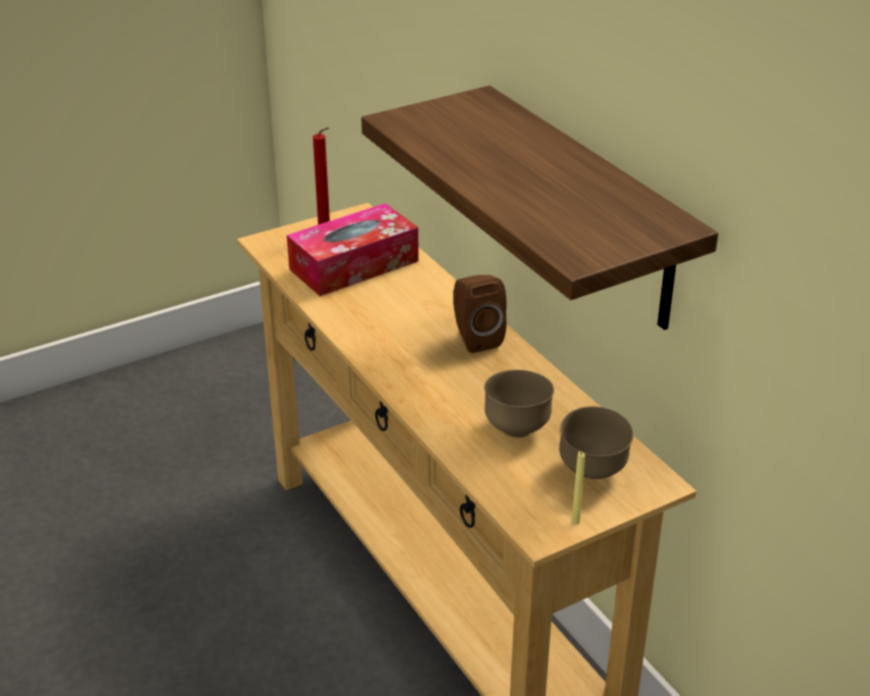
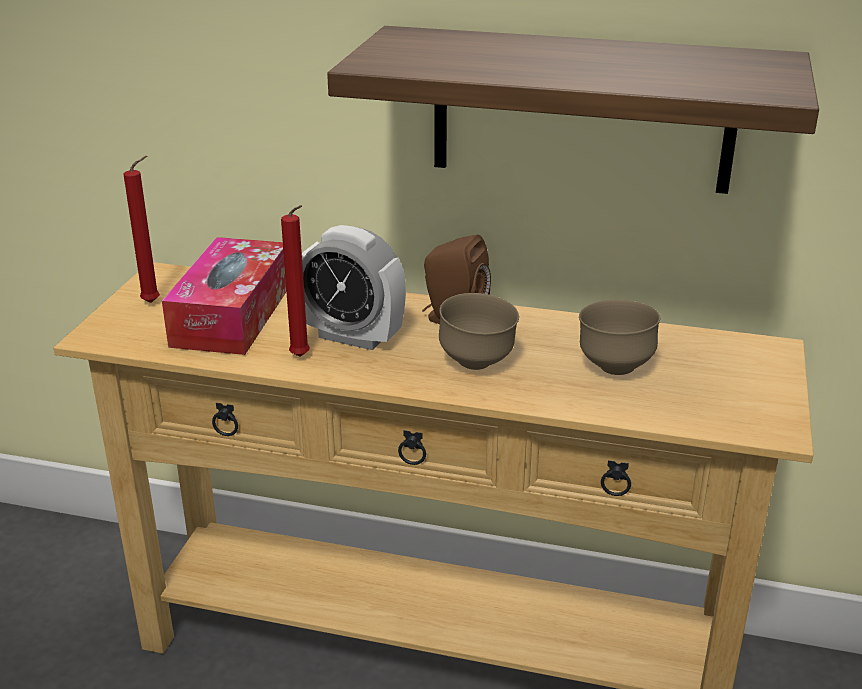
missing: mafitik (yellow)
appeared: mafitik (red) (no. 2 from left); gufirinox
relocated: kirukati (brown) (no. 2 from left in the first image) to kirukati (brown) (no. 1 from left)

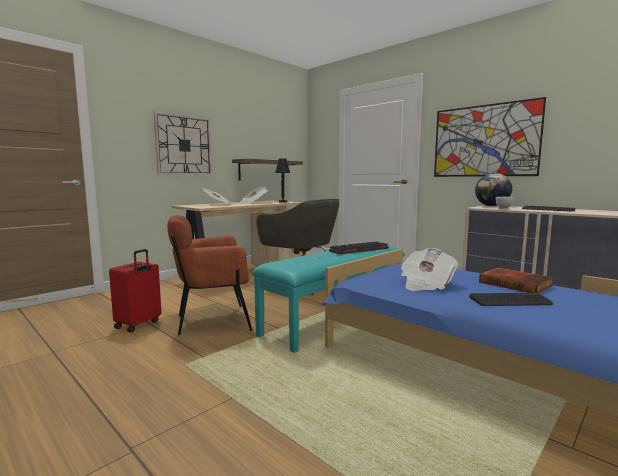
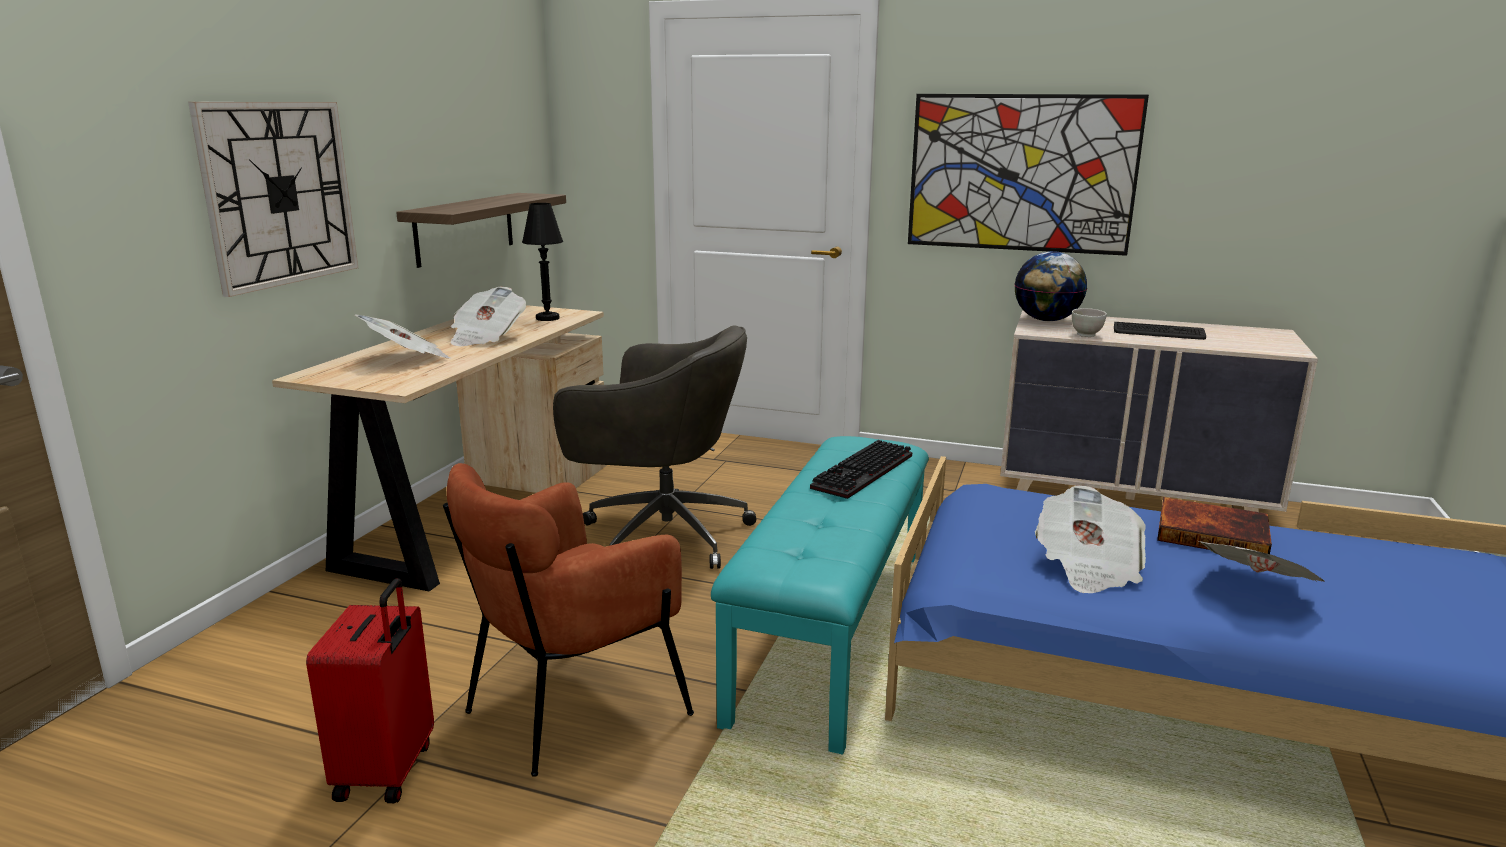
exchanged: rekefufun (no. 2 from left) to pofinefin (no. 4 from left)

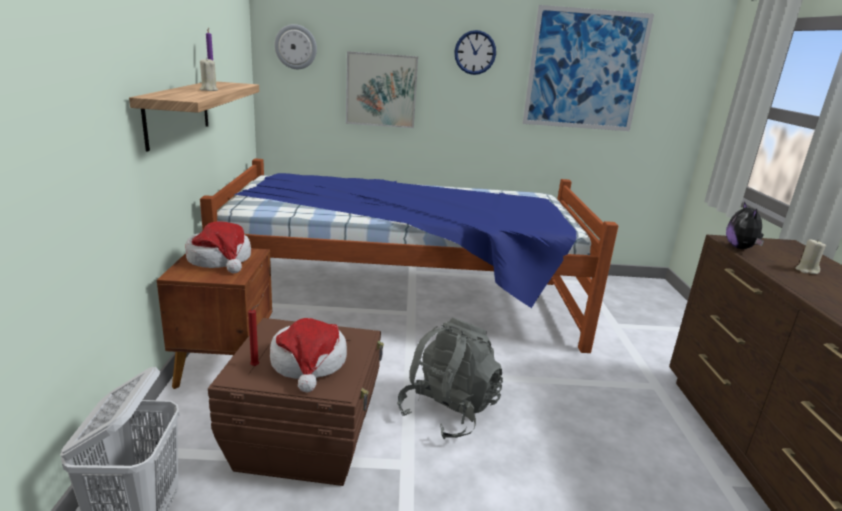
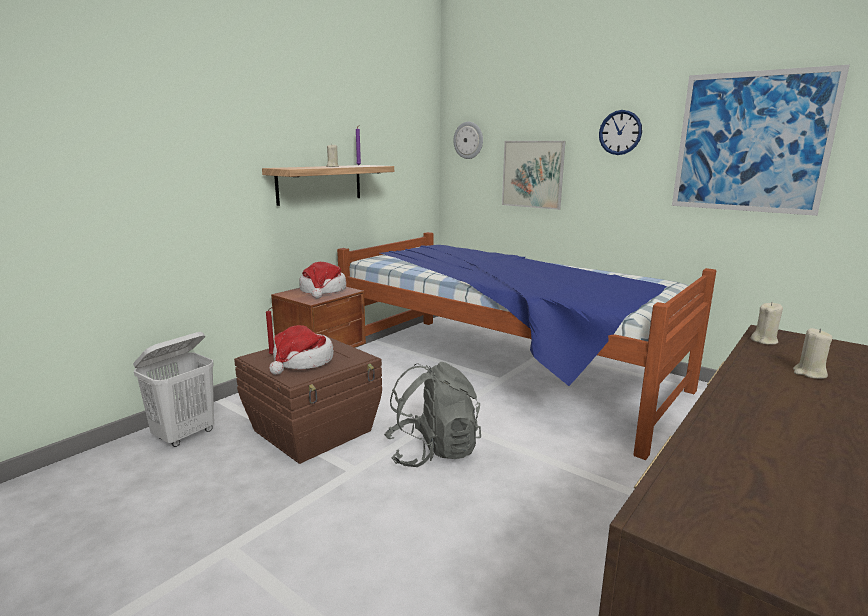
exchanged: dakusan to mafitik (beige) (no. 2 from left)

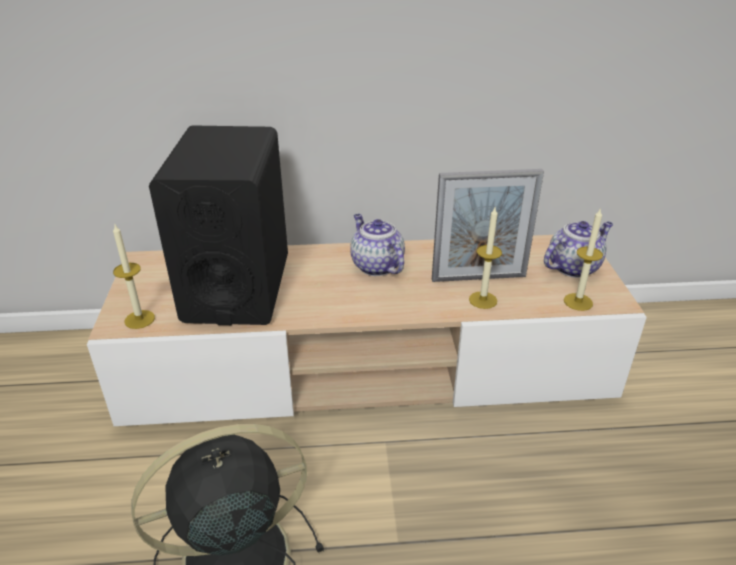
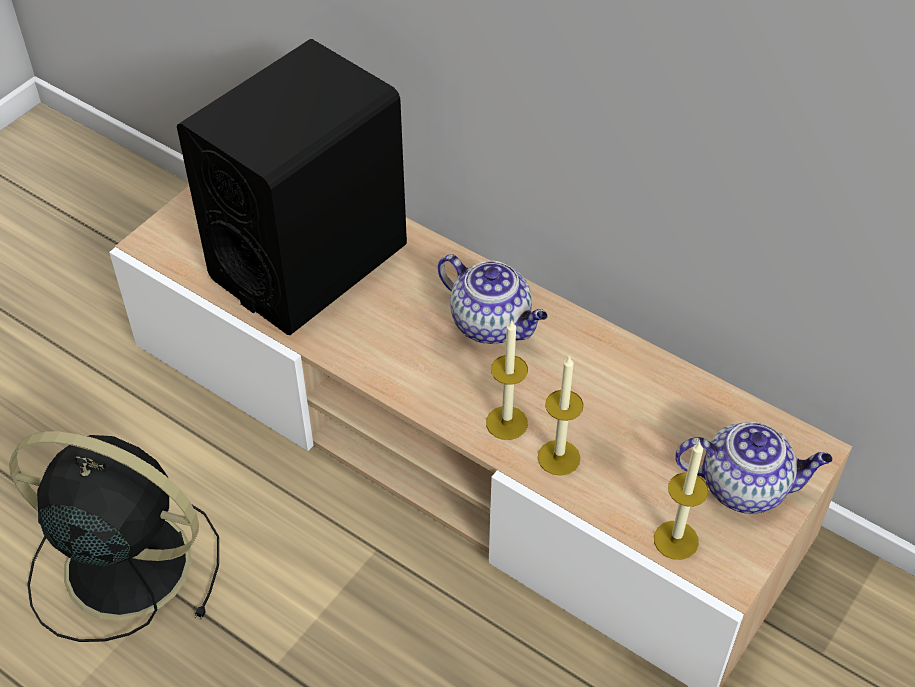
missing: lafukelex
relocated: mafitik (no. 1 from left)
spun: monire (no. 1 from left) 120 degrees clockwise

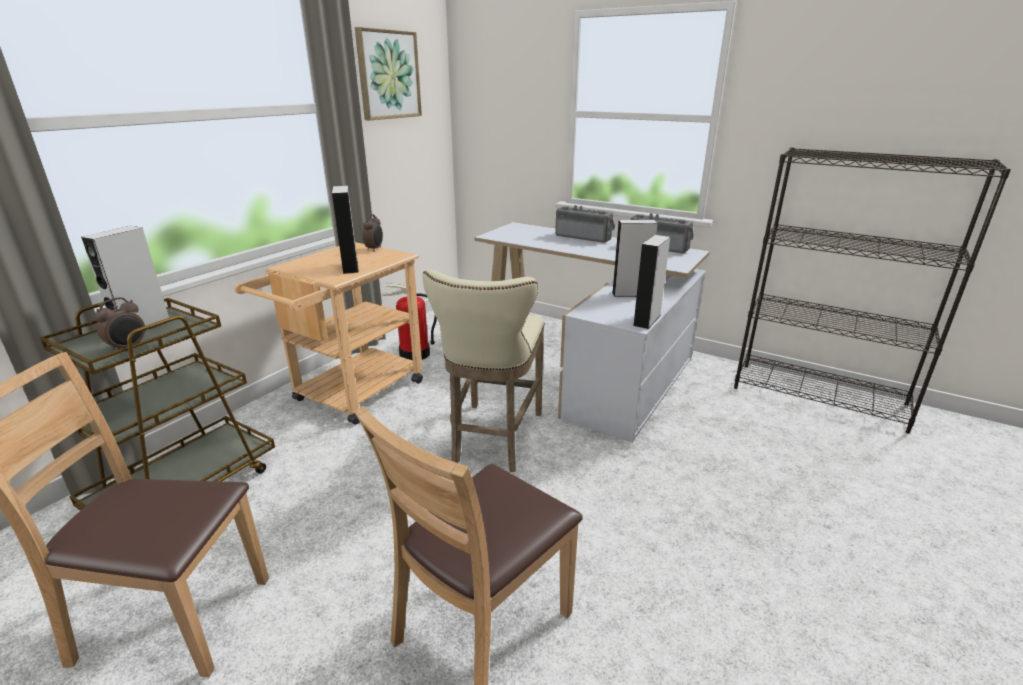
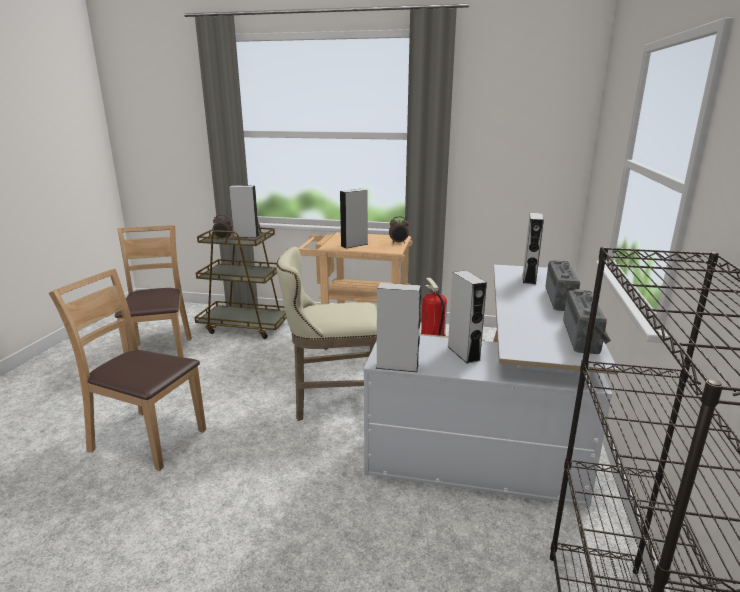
missing: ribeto
appeared: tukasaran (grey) (no. 5 from left)

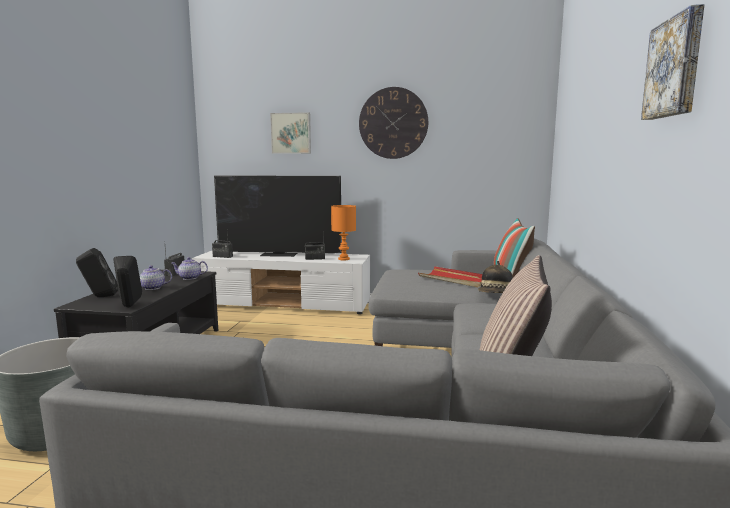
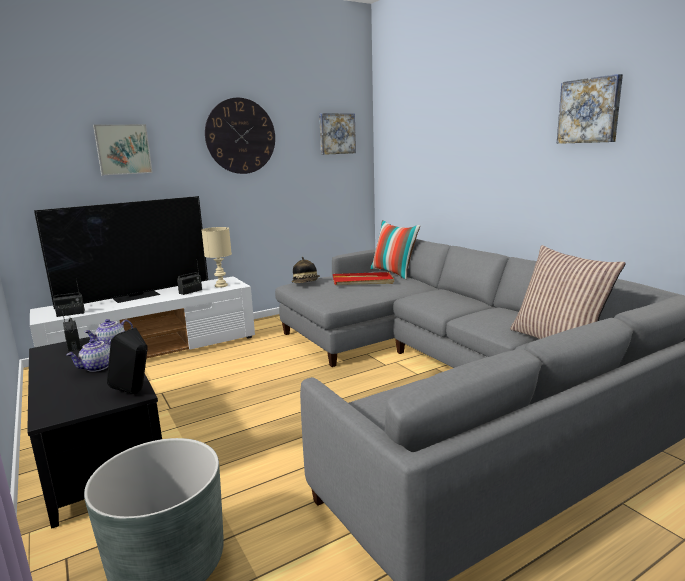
missing: tukasaran (black) (no. 1 from left)
appeared: ribeto (no. 2 from left)
relocated: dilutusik
colour: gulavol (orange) to gulavol (beige)

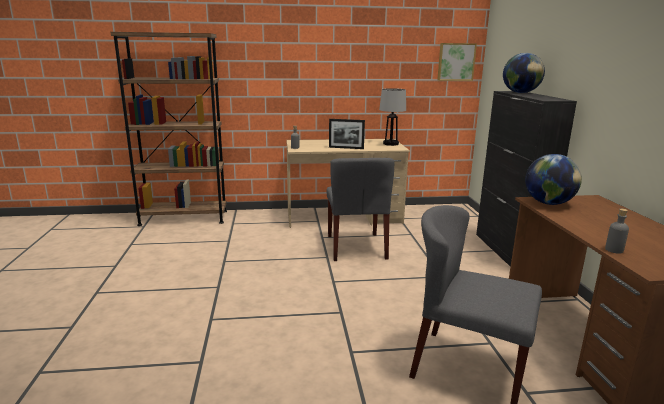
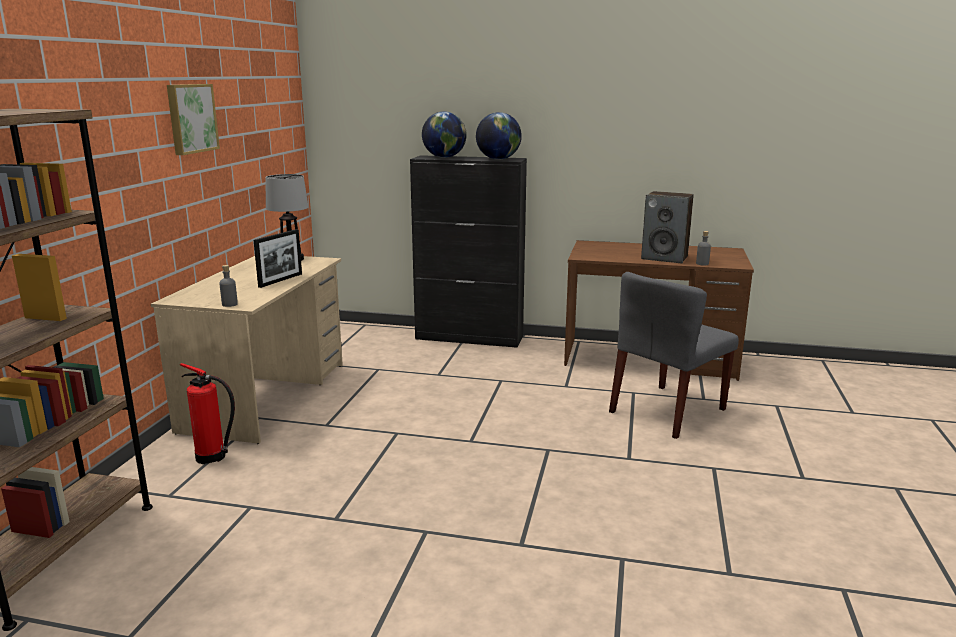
missing: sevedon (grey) (no. 1 from left)
appeared: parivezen; tukasaran
relocated: ribeto; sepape (no. 2 from left)

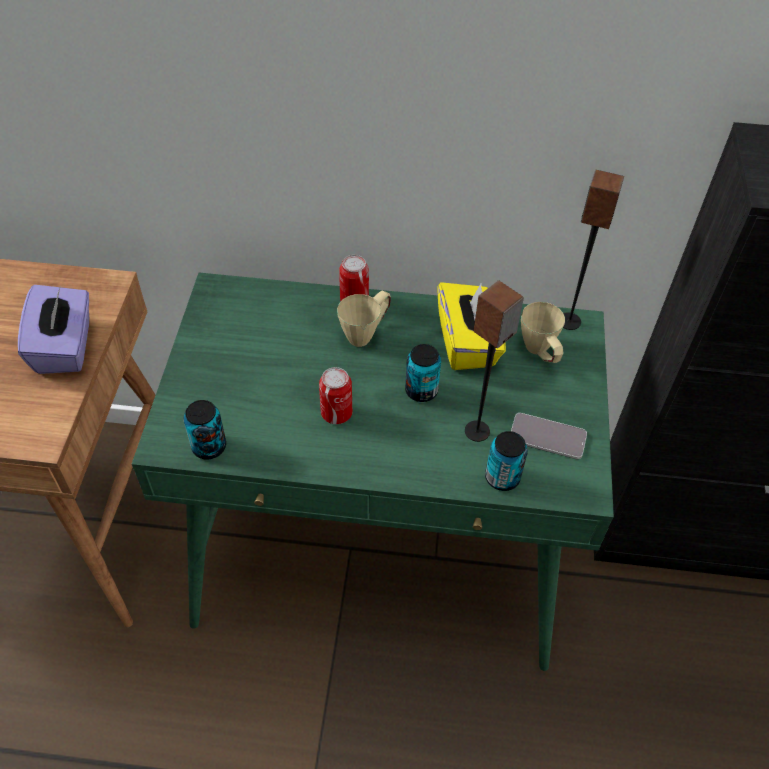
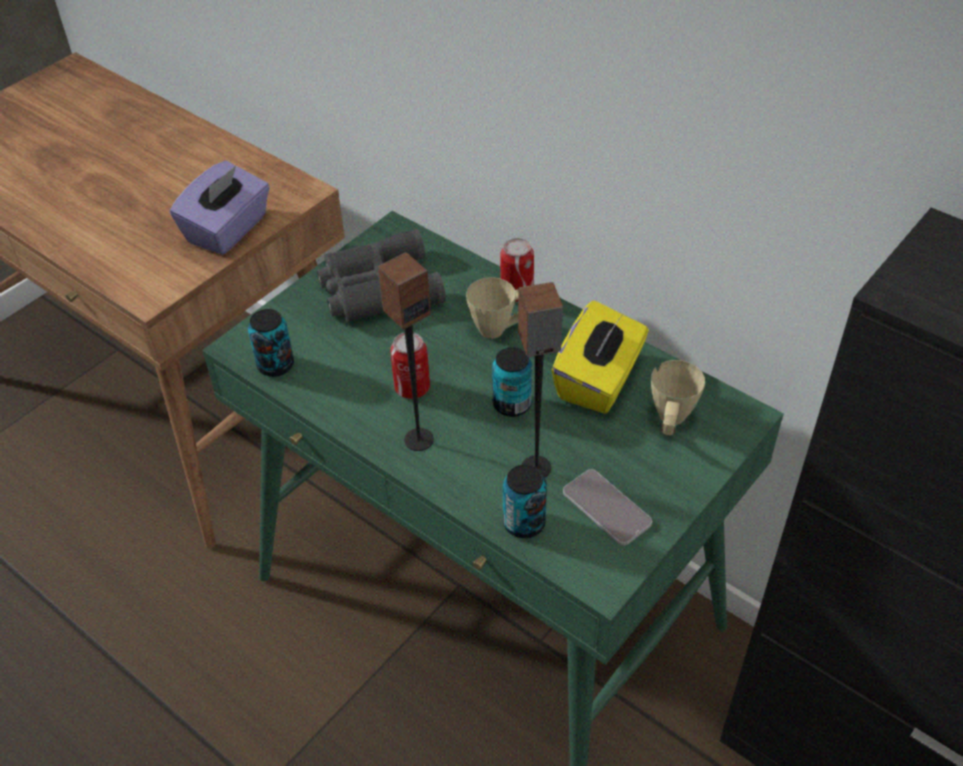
appeared: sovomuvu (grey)
relocated: tukasaran (no. 2 from left in the first image) to tukasaran (no. 1 from left)

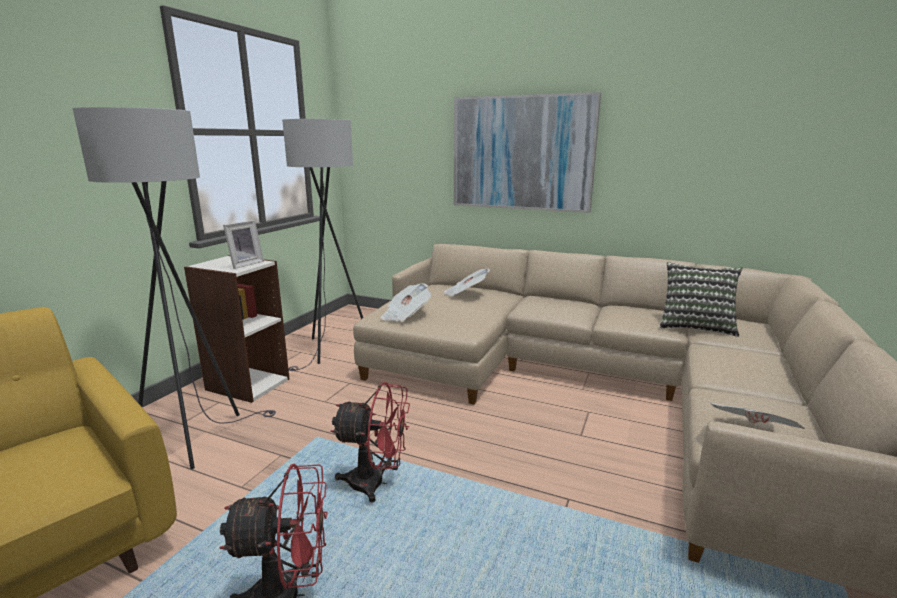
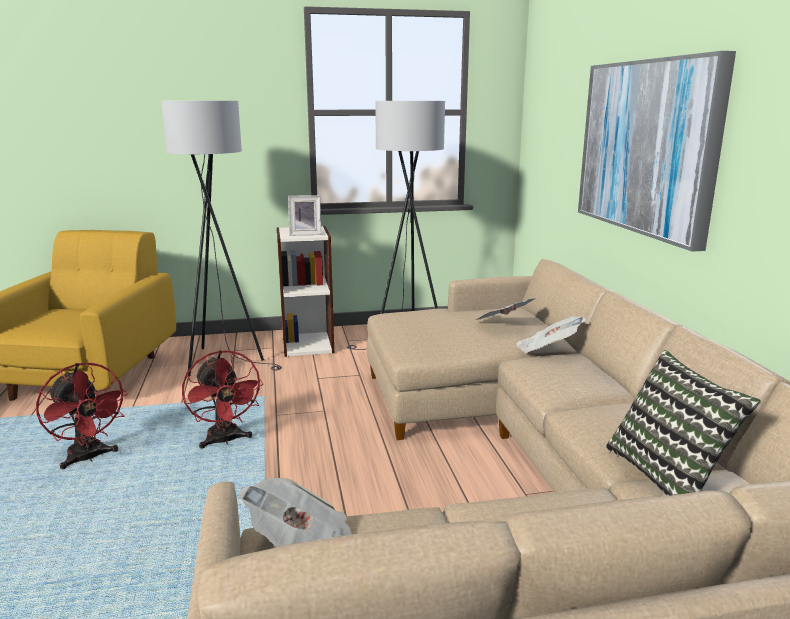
relocated: pofinefin (no. 1 from left in the first image) to pofinefin (no. 3 from left)

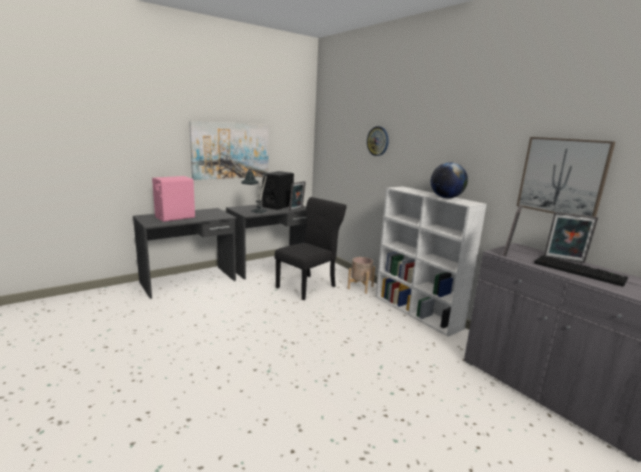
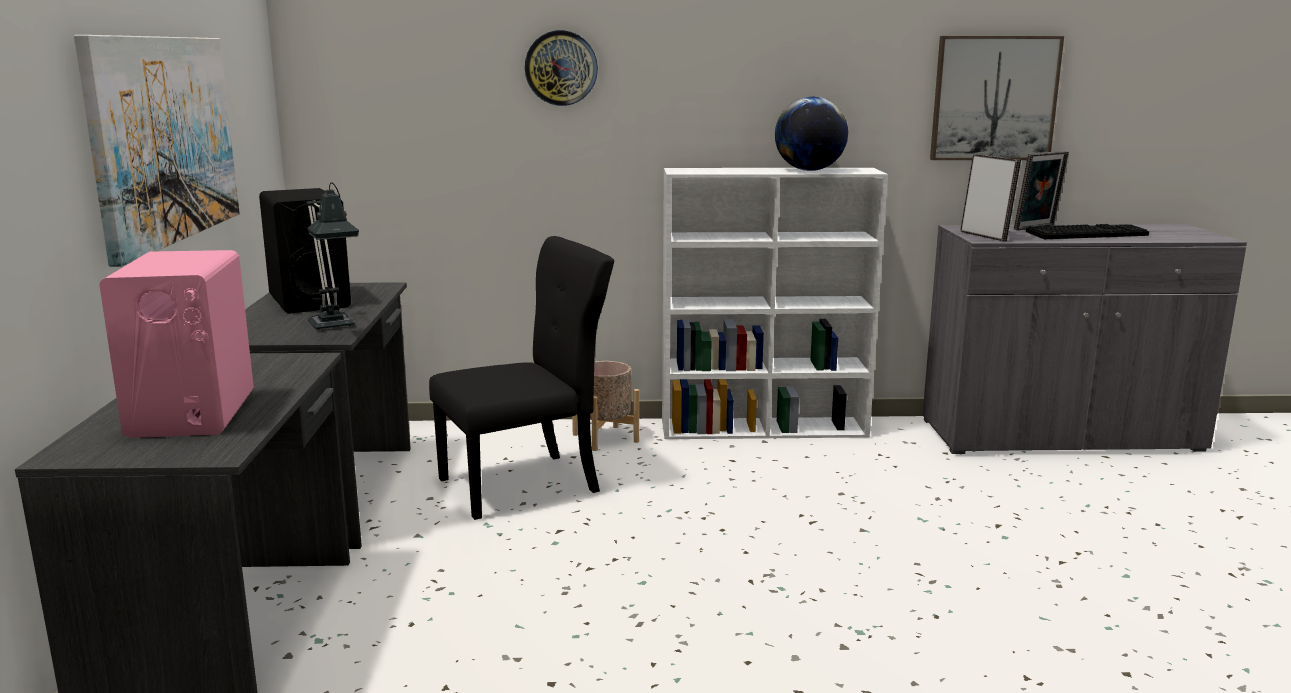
missing: lafukelex (no. 1 from left)
spun: sevedon (black) 75 degrees clockwise

